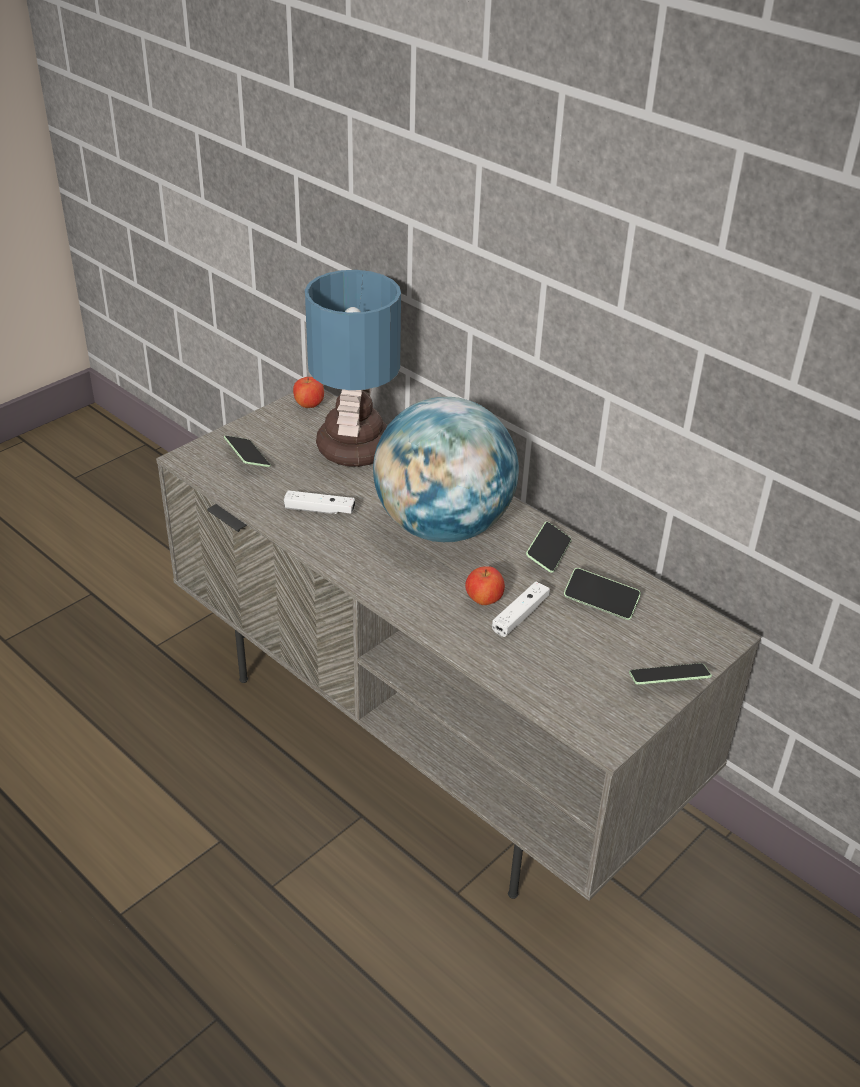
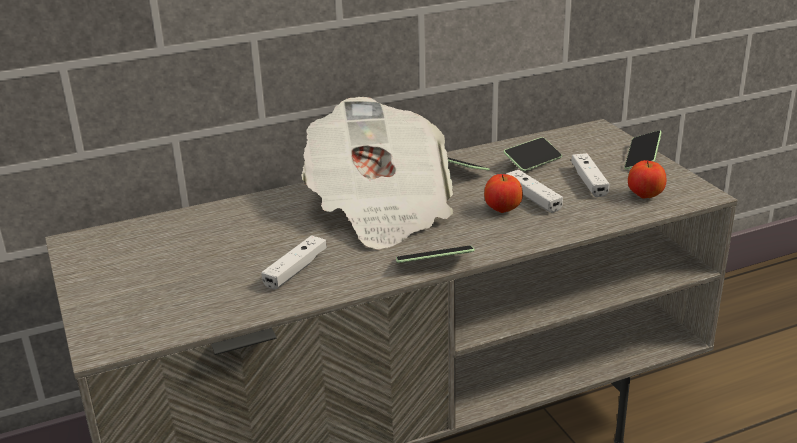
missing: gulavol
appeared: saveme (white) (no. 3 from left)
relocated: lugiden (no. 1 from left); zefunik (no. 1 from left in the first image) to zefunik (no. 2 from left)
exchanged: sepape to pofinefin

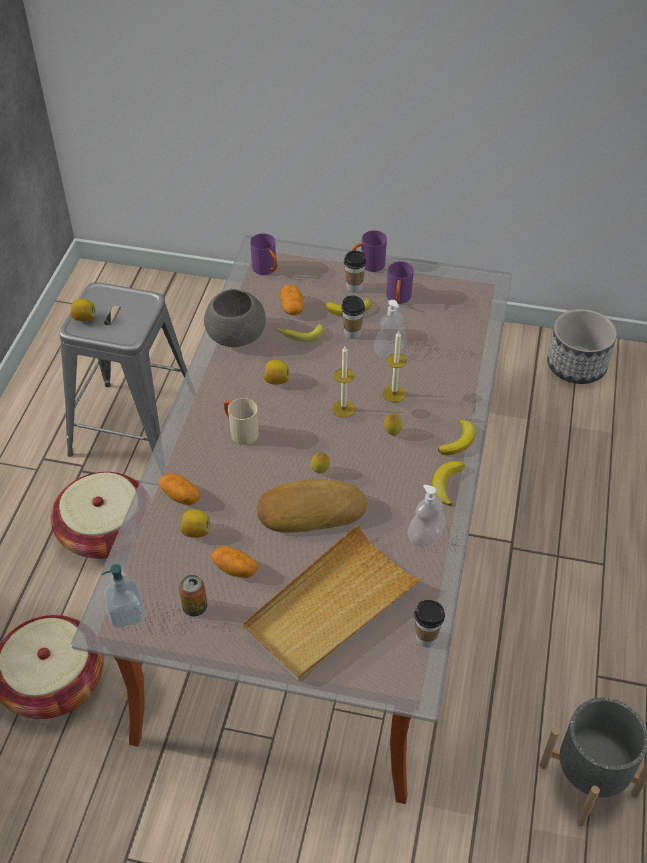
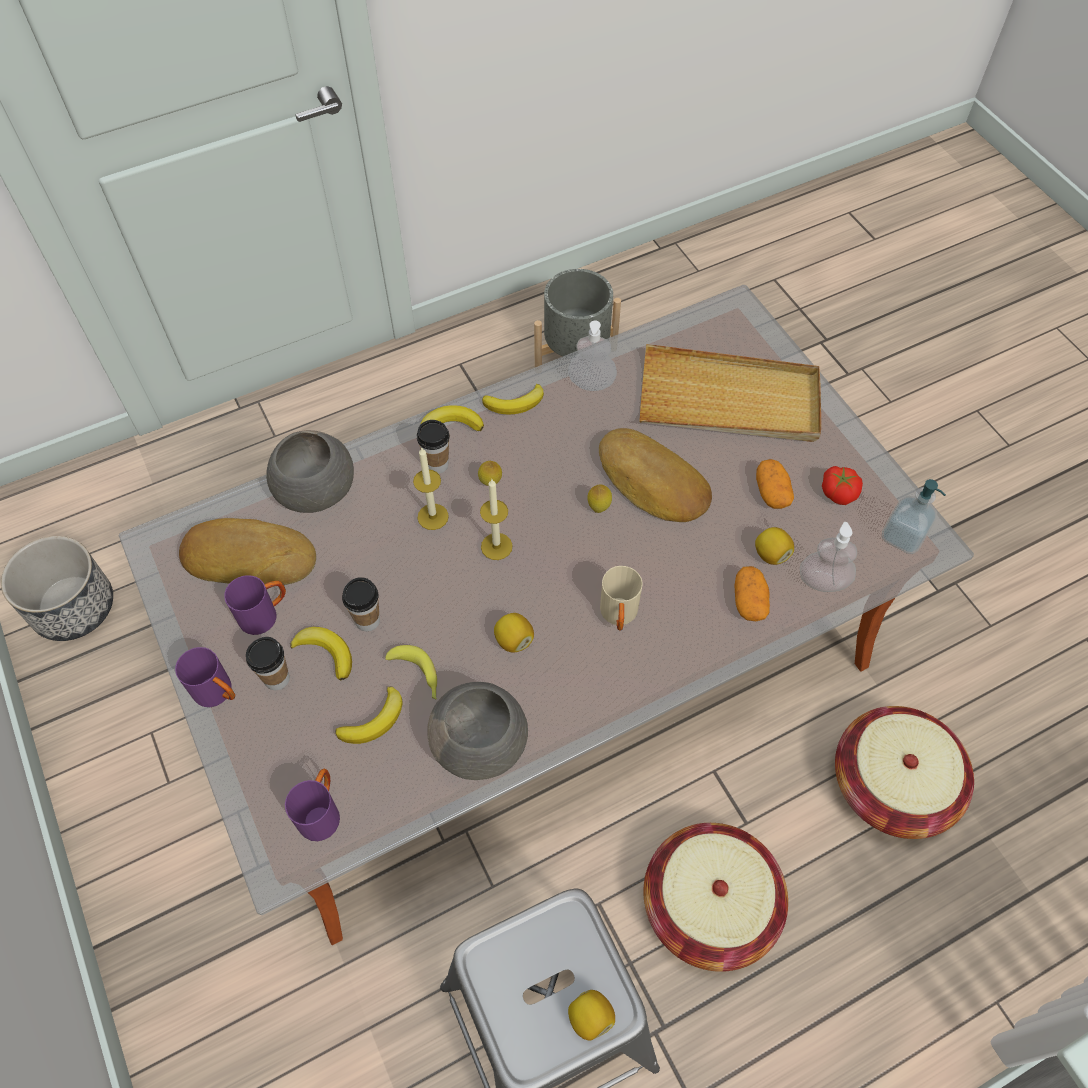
appeared: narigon (no. 1 from left); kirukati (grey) (no. 1 from left)
relocated: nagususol (no. 3 from left); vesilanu (no. 2 from left)
exchanged: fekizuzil (no. 3 from left) to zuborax (no. 2 from left); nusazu to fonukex

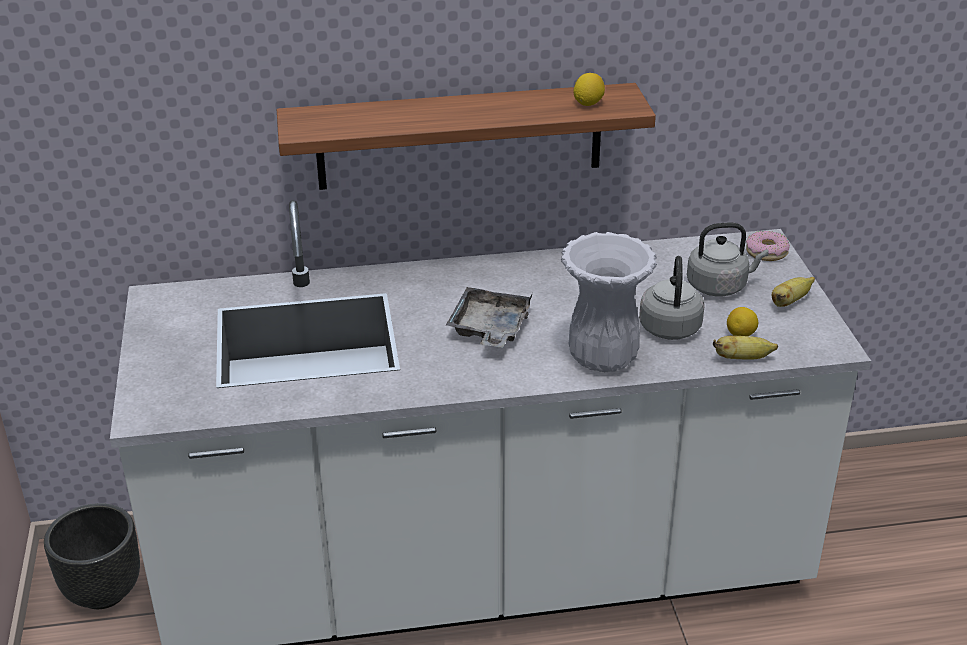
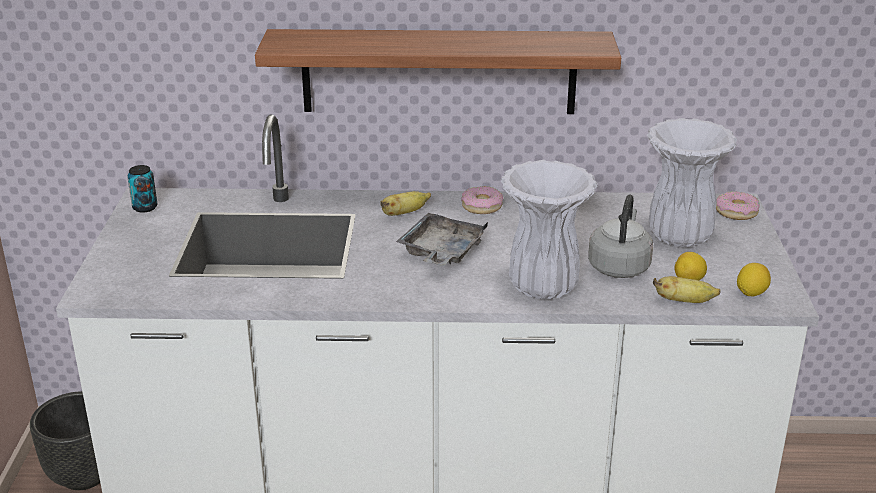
appeared: nusazu; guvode (no. 1 from left)
relocated: zuborax (no. 2 from left in the first image) to zuborax (no. 1 from left); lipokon (no. 1 from left in the first image) to lipokon (no. 2 from left)
exchanged: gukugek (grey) (no. 2 from left) to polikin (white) (no. 2 from left)

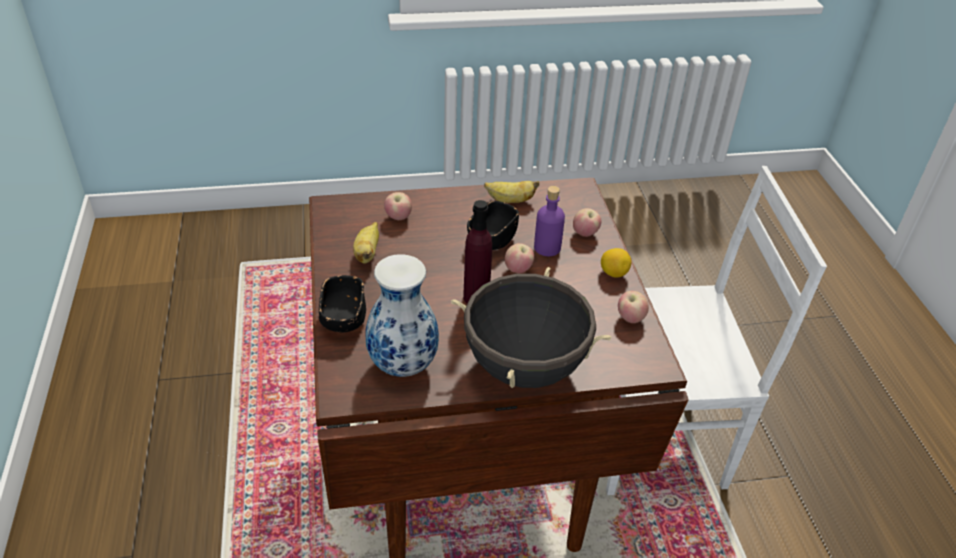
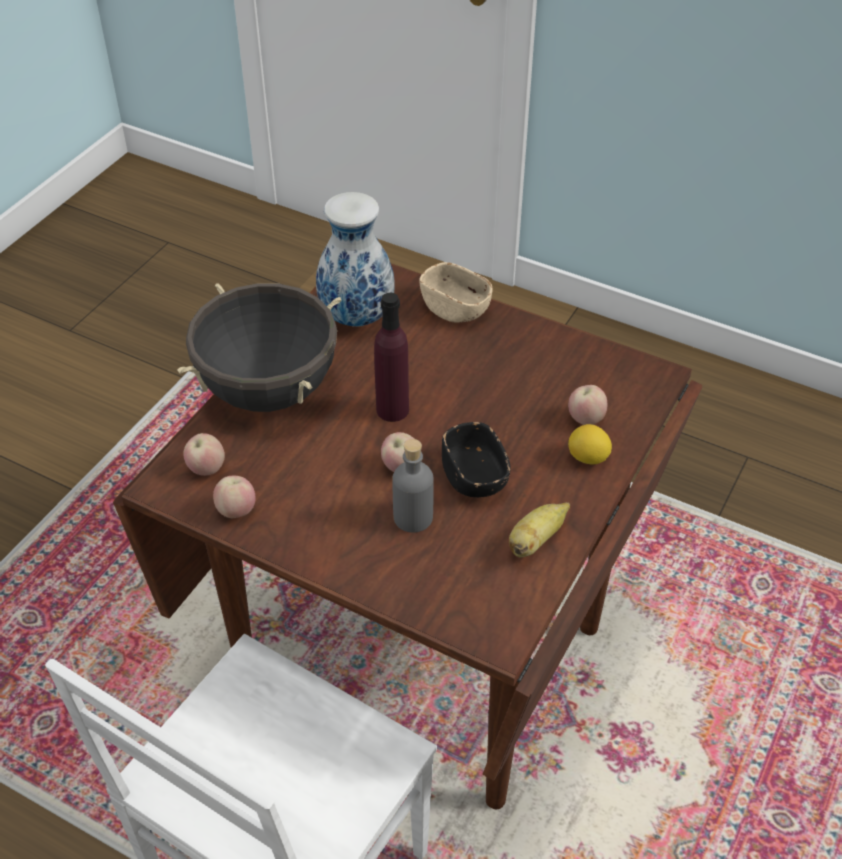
missing: zuborax (no. 1 from left)
relocated: zefunik (no. 3 from left in the first image) to zefunik (no. 1 from left); lipokon
colour: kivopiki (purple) (no. 2 from left) to kivopiki (grey); kirukati (black) (no. 1 from left) to kirukati (beige)

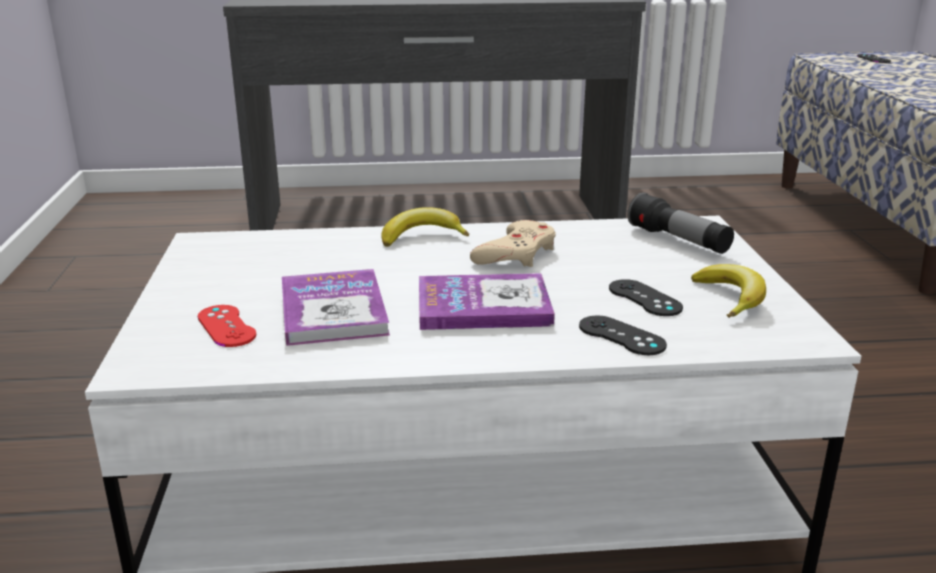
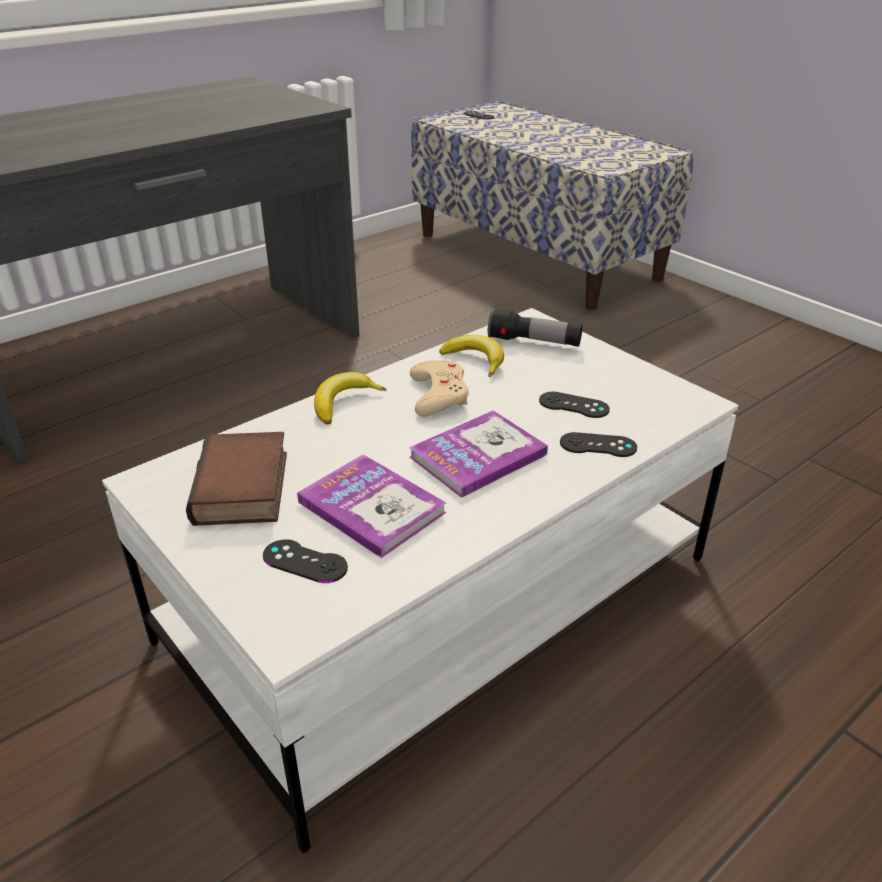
appeared: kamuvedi (no. 1 from left)
relocated: zuborax (no. 2 from left)
colour: saveme (red) to saveme (black) (no. 1 from left)

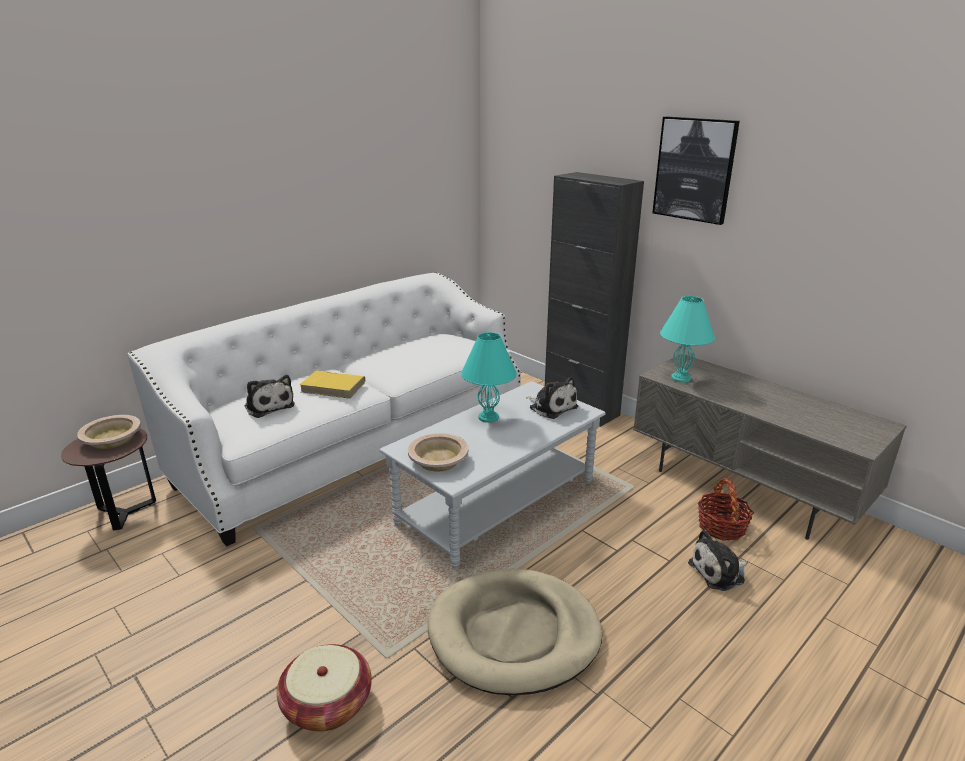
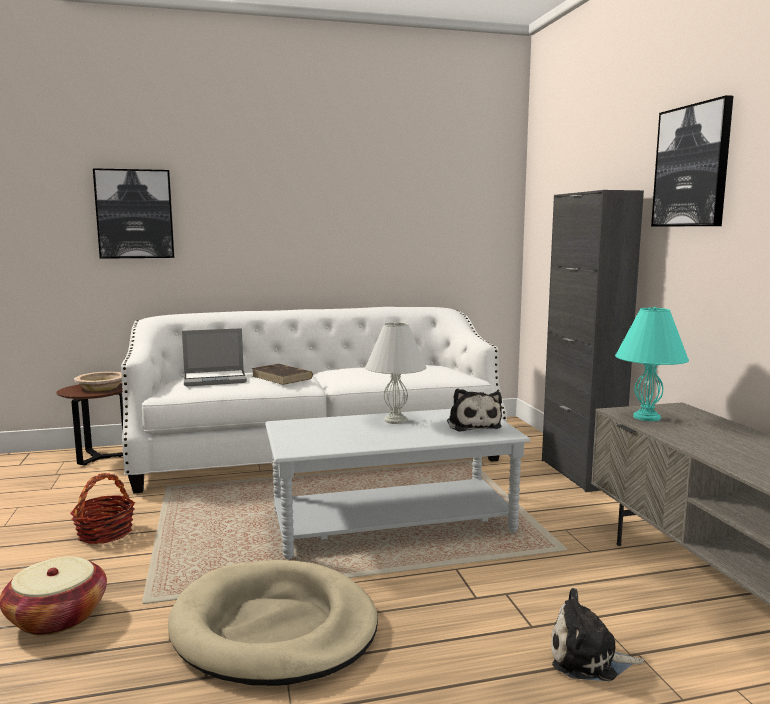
missing: kirukati (beige) (no. 2 from left)
appeared: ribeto (no. 1 from left)
relocated: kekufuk (no. 2 from left)
exchanged: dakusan (no. 1 from left) to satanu
colour: kamuvedi (yellow) to kamuvedi (brown); gulavol (turquoise) (no. 1 from left) to gulavol (white)

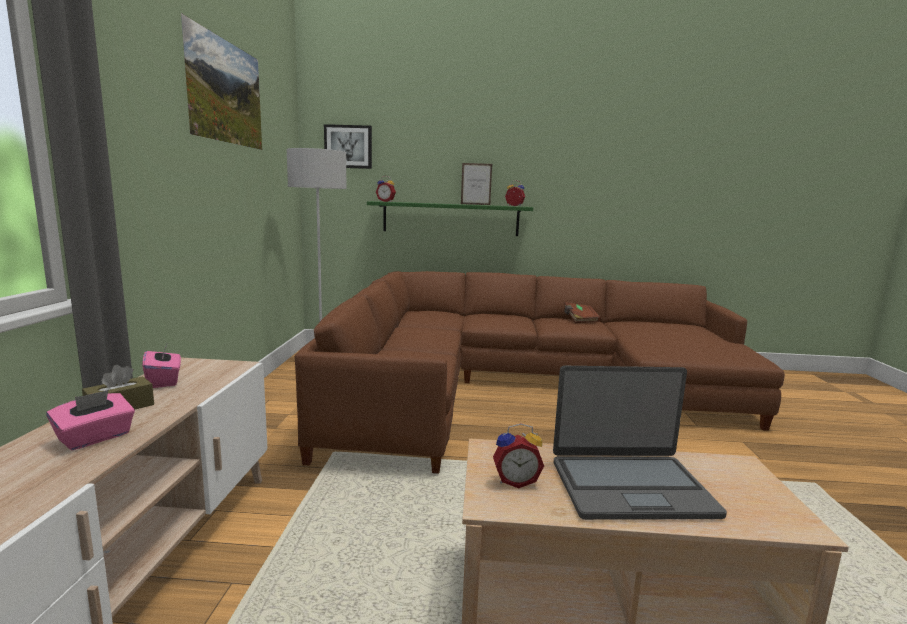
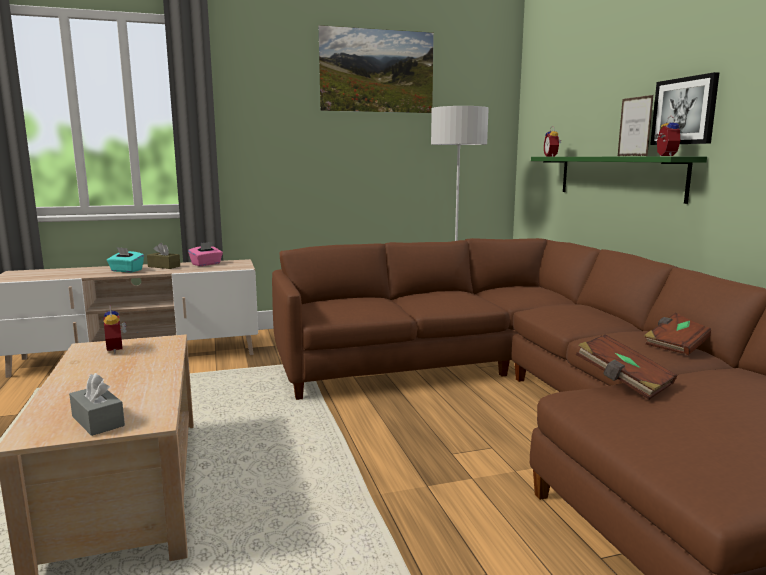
missing: satanu
appeared: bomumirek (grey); kamuvedi (brown) (no. 1 from left)
relocated: ribeto (no. 2 from left)
colour: bomumirek (pink) (no. 1 from left) to bomumirek (turquoise)

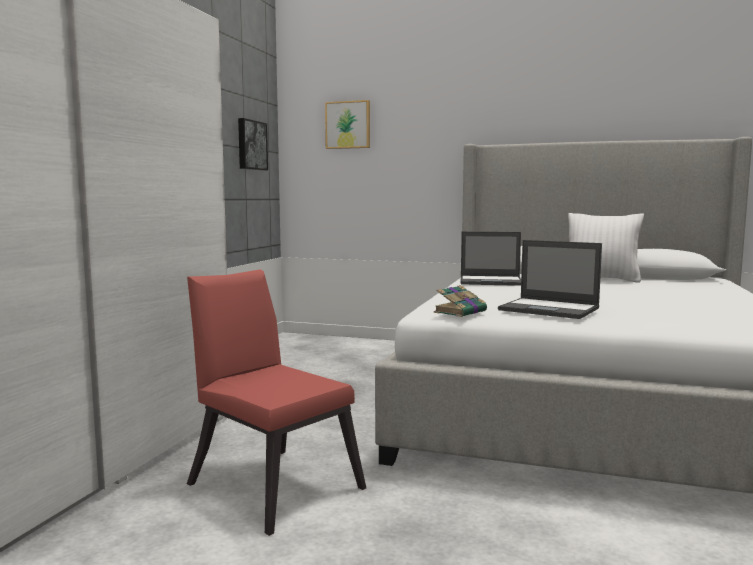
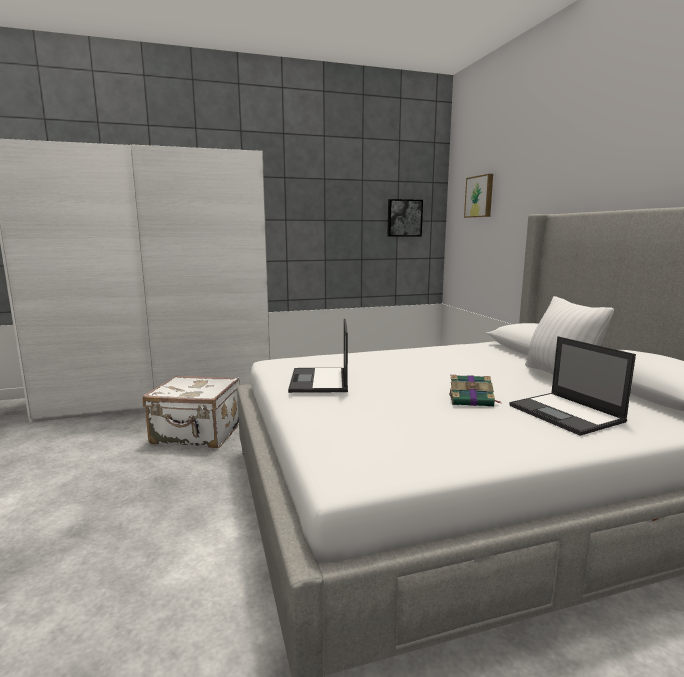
relocated: kamuvedi; satanu (no. 1 from left in the first image) to satanu (no. 2 from left)
exchanged: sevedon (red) to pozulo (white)

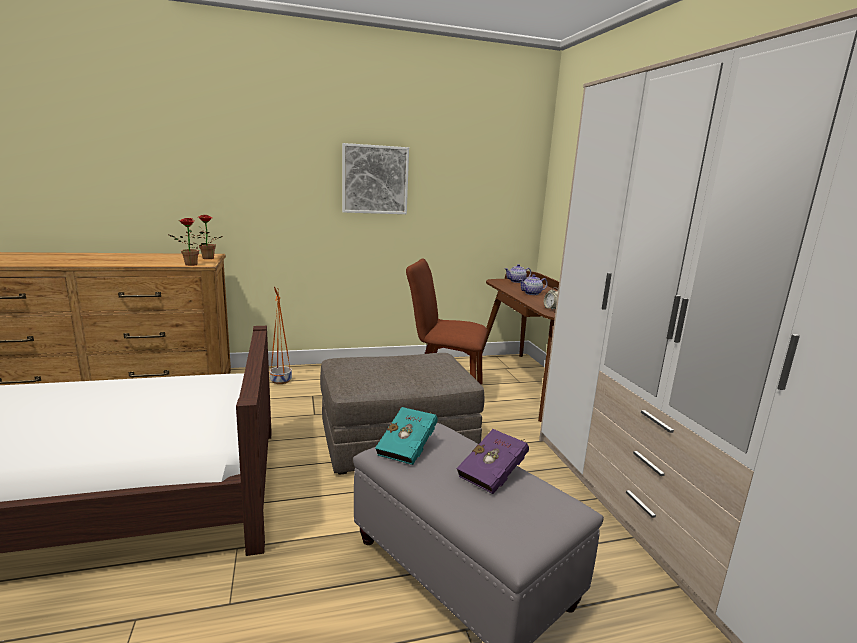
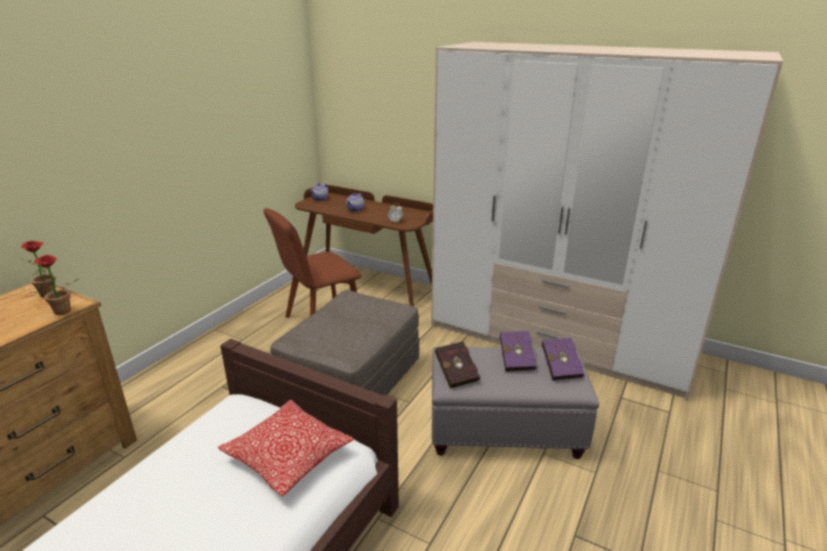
missing: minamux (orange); ribeto
appeared: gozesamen; kamuvedi (purple) (no. 2 from left)
colour: kamuvedi (turquoise) to kamuvedi (red)

